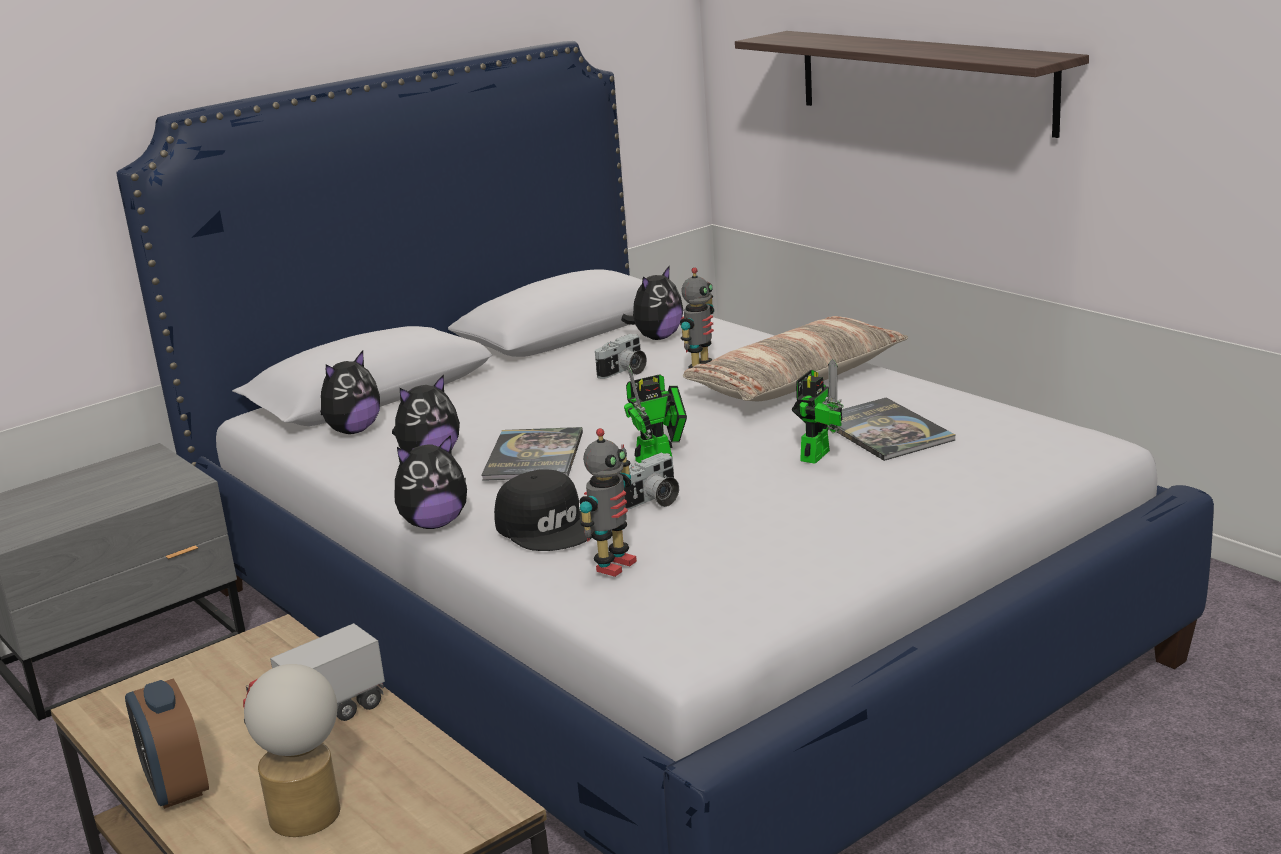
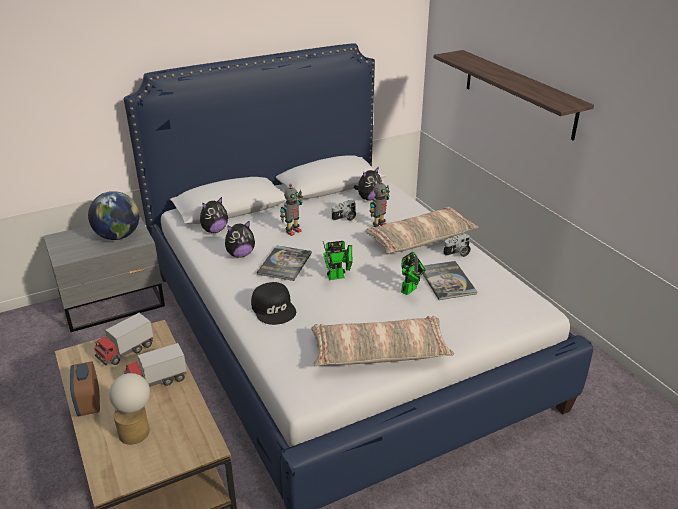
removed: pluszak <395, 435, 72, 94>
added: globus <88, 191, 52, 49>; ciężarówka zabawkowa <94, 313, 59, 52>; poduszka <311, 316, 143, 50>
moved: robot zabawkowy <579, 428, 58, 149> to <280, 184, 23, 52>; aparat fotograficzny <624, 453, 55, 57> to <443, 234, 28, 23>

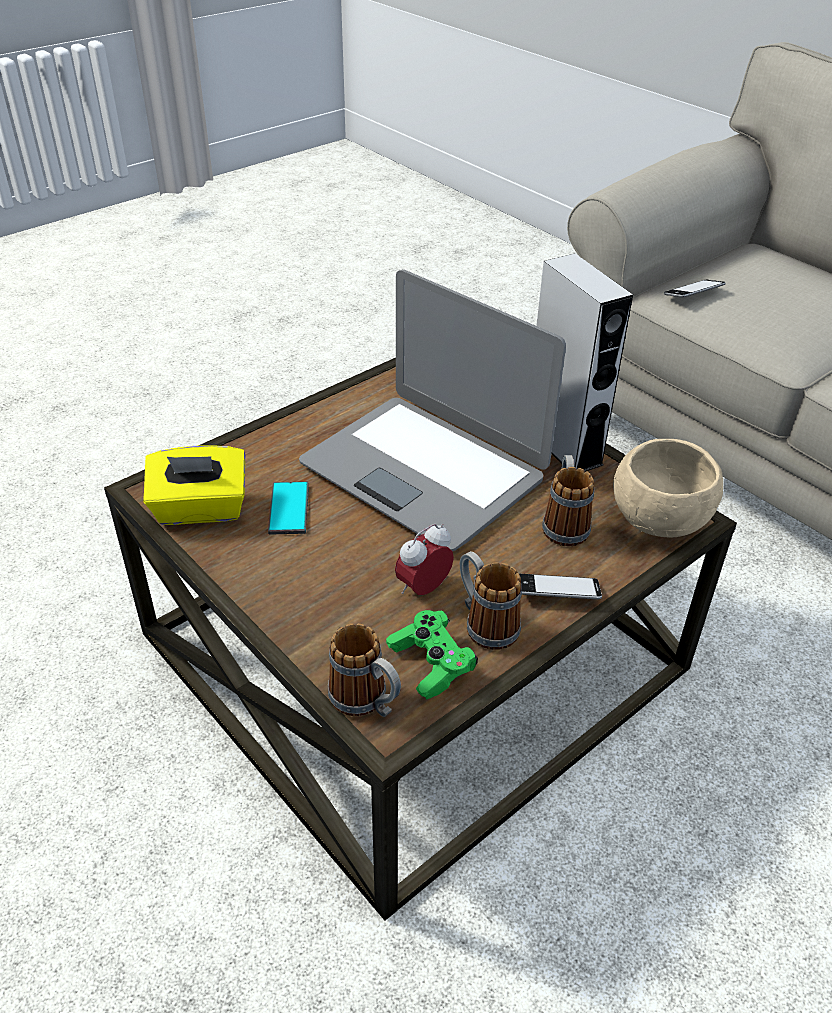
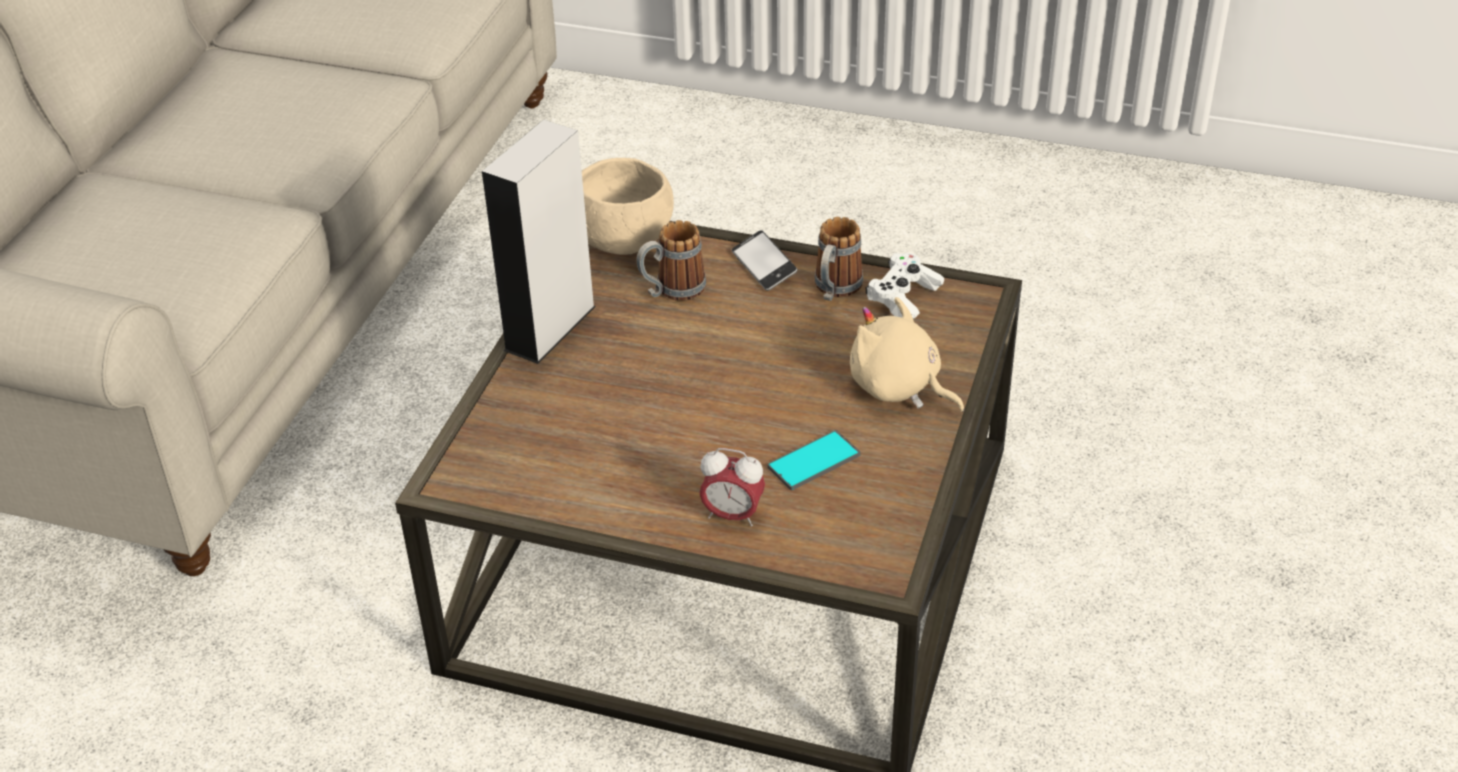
removed: pudełko chusteczek (żółty) <143, 445, 102, 80>; laptop <299, 269, 267, 282>; kubek <328, 623, 73, 94>; telefon <664, 280, 61, 17>
added: pluszak (beżowy) <850, 297, 114, 115>
moved: budzik <395, 524, 59, 71> to <699, 448, 66, 79>
recoloured: pad do gier (zielony) <386, 610, 92, 89> to pad do gier (biały) <866, 253, 78, 66>

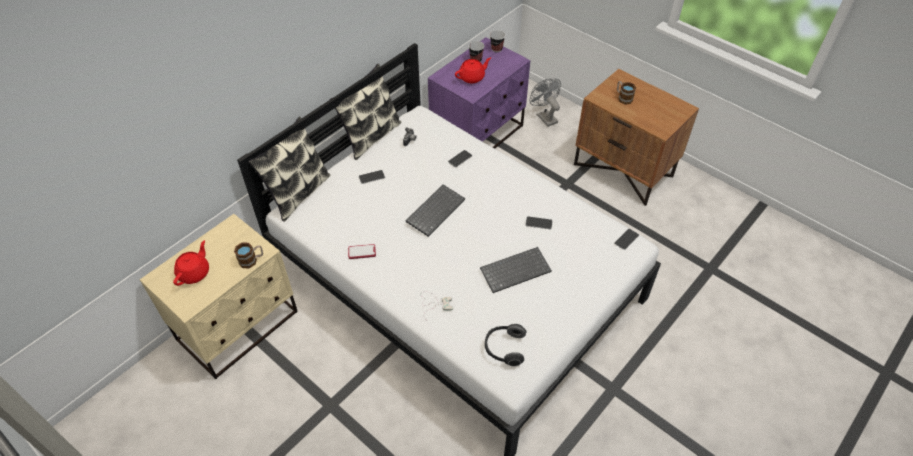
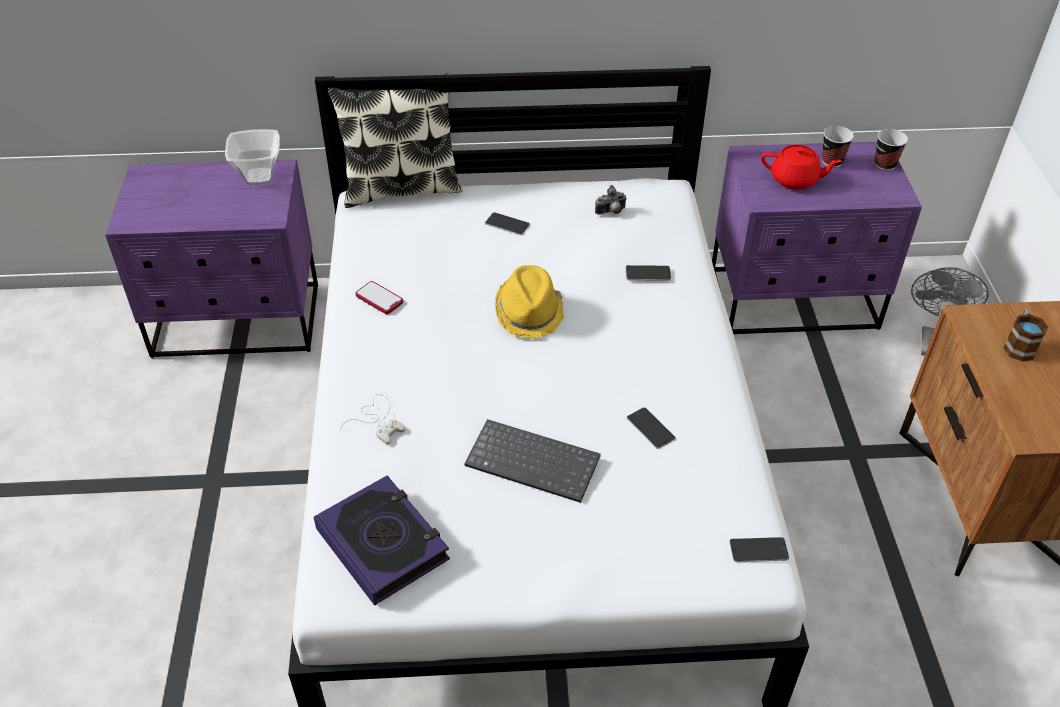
removed: imbryk (czerwony) <173, 240, 36, 46>; kubek <234, 243, 29, 25>; poduszka <331, 63, 70, 97>
added: miska <225, 129, 55, 56>
replaced: klawiatura <406, 184, 59, 53> to kapelusz (żółty) <495, 265, 69, 74>; słuchawki <485, 324, 41, 42> to książka <314, 476, 136, 129>
recoloured: szafka nocna (beżowy) <140, 214, 158, 165> to szafka nocna (fioletowy) <105, 160, 213, 198>

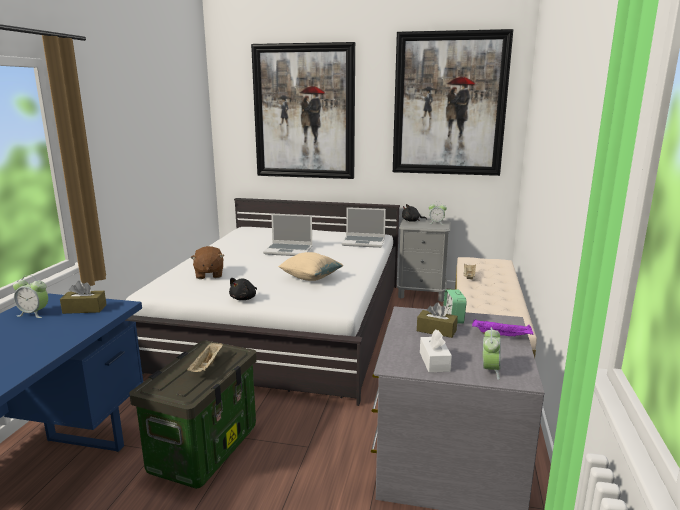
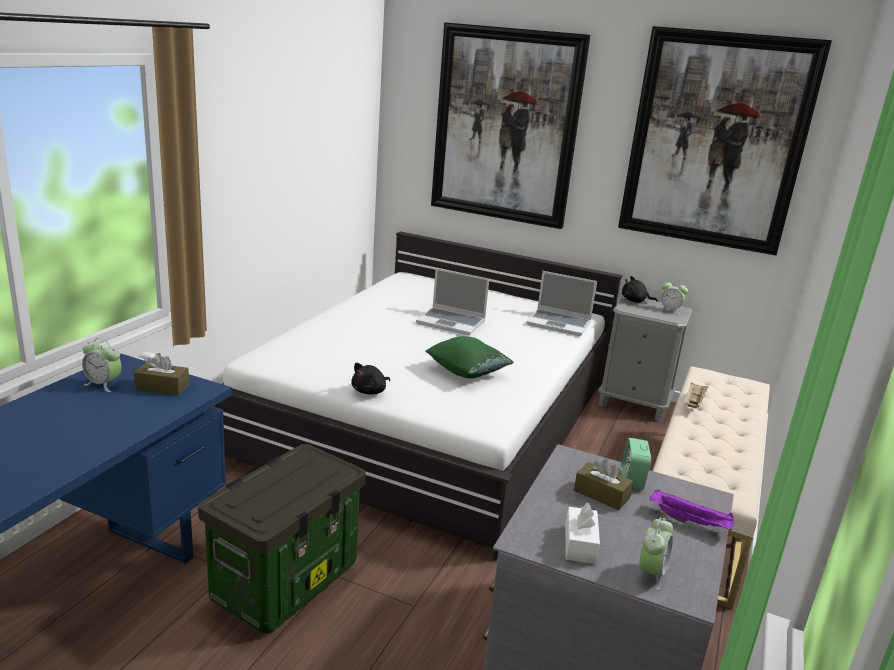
removed: taca (beżowy) <187, 342, 36, 30>; pluszak (brązowy) <191, 246, 33, 33>
recoloured: poduszka (beżowy) <278, 252, 66, 29> to poduszka (zielony) <425, 336, 89, 43>

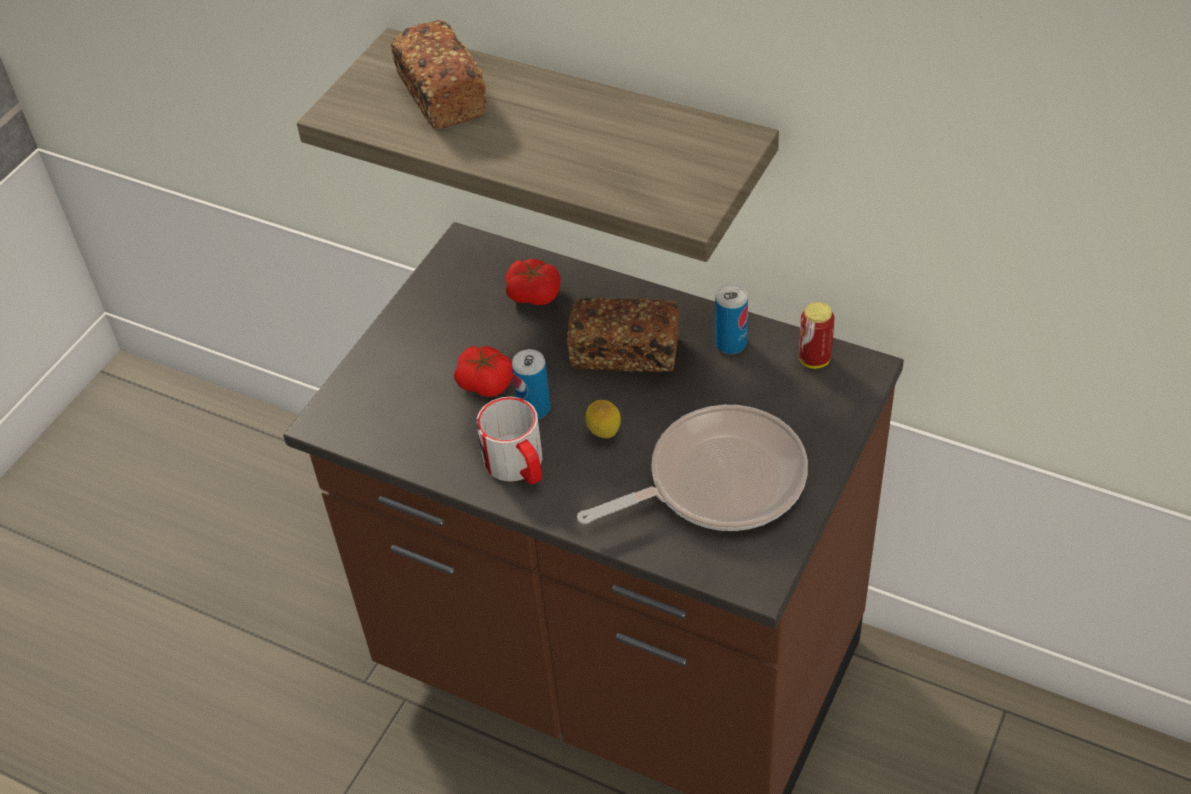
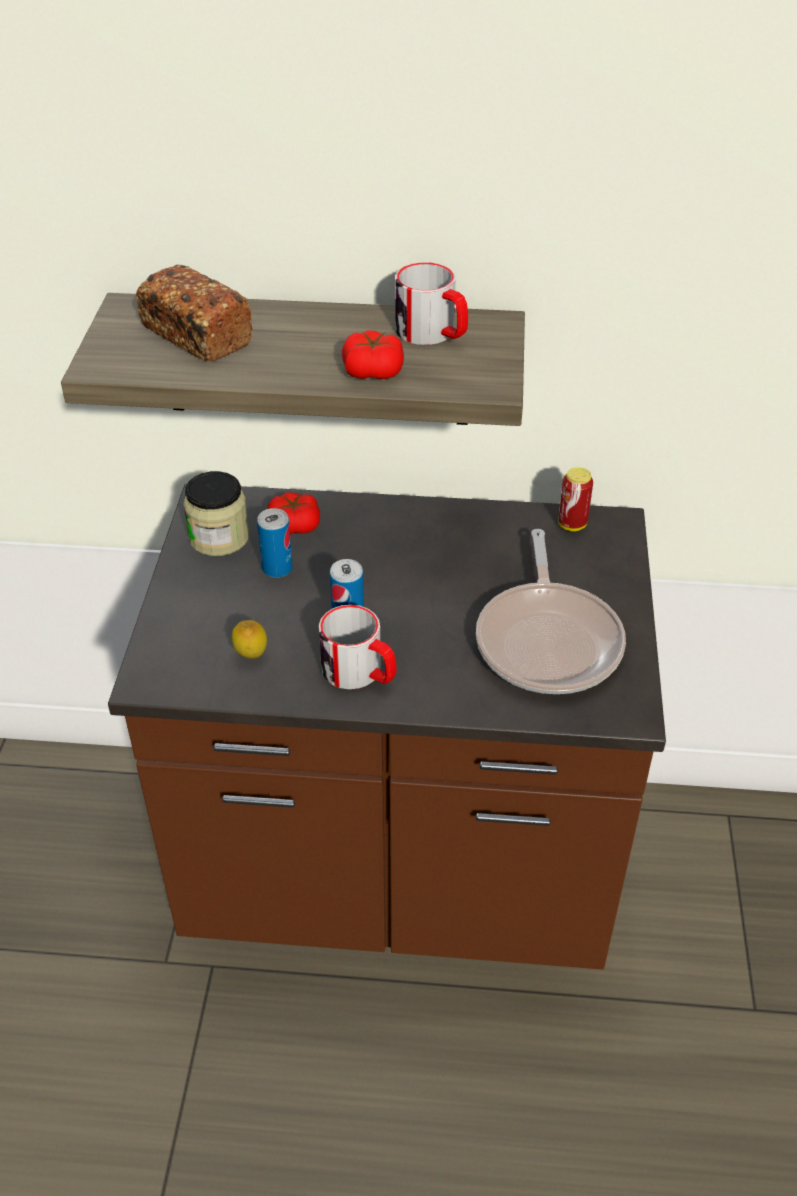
removed: chleb <567, 298, 112, 74>
added: słoik <183, 471, 66, 85>; kubek <395, 262, 73, 83>
moved: pomidor <454, 346, 59, 51> to <342, 330, 62, 49>; cytryna <585, 400, 36, 39> to <232, 620, 35, 39>; puszka <715, 284, 33, 70> to <257, 508, 36, 70>
turned: patelnia <577, 405, 231, 126> = <476, 529, 150, 165> 135 degrees clockwise

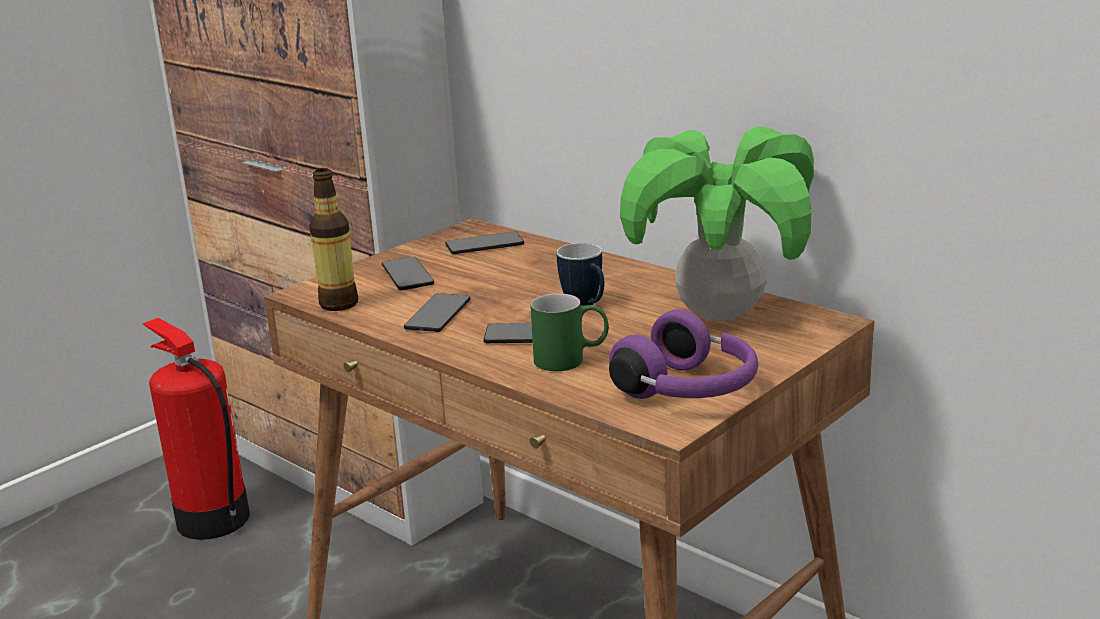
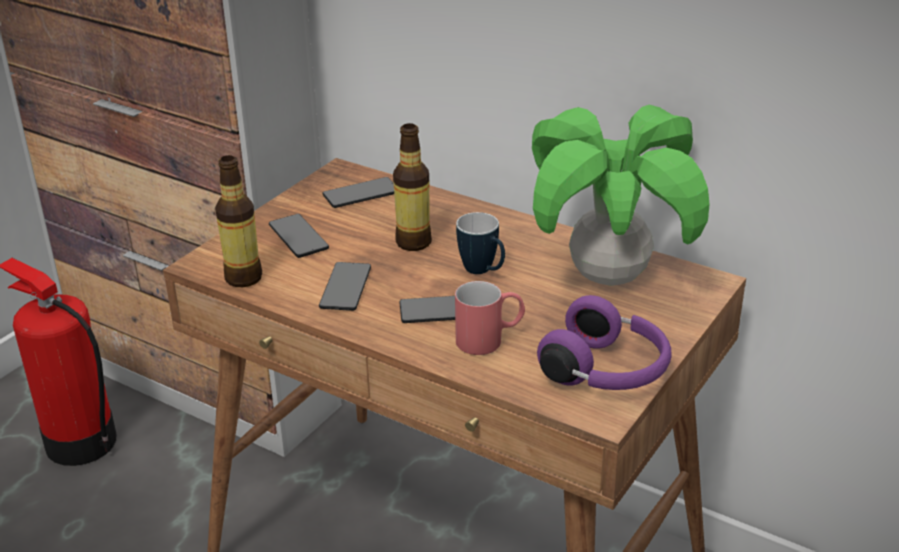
added: butelka <393, 123, 39, 128>
recoloured: kubek (zielony) <530, 293, 79, 78> to kubek (czerwony) <455, 281, 70, 74>

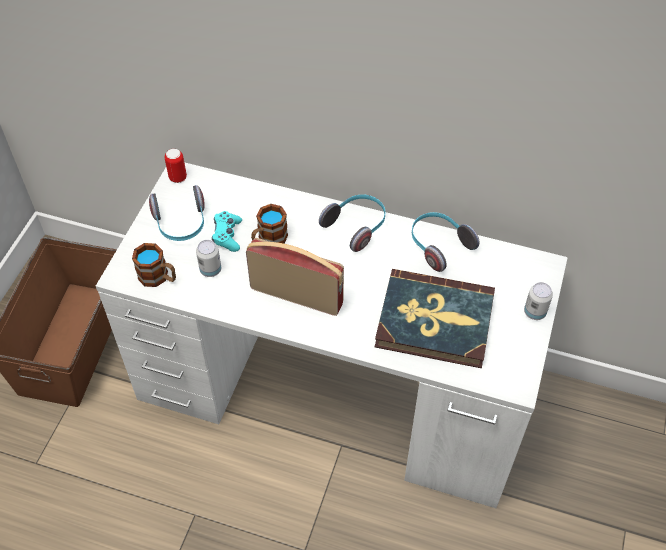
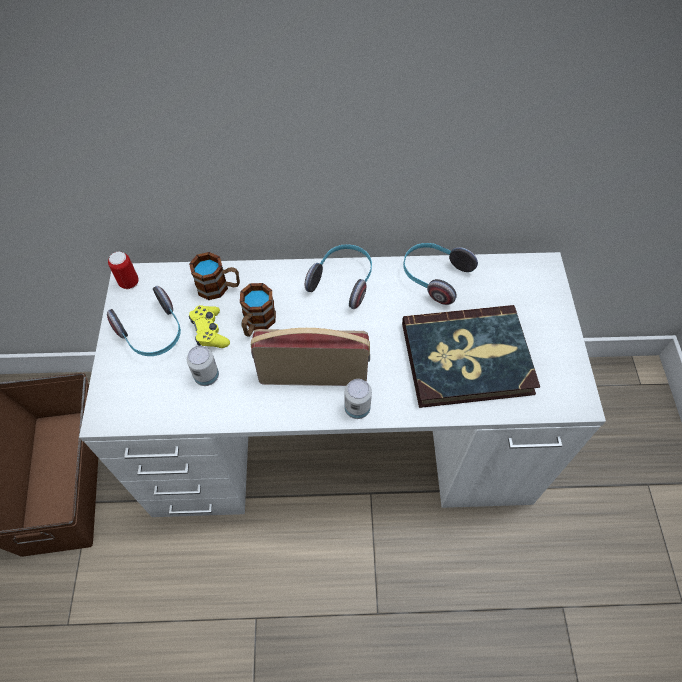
moved: kubek <132, 243, 44, 44> to <189, 252, 51, 48>; puszka <524, 282, 29, 38> to <344, 379, 28, 40>
recoloured: pad do gier (turkusowy) <212, 211, 30, 41> to pad do gier (żółty) <189, 305, 41, 43>

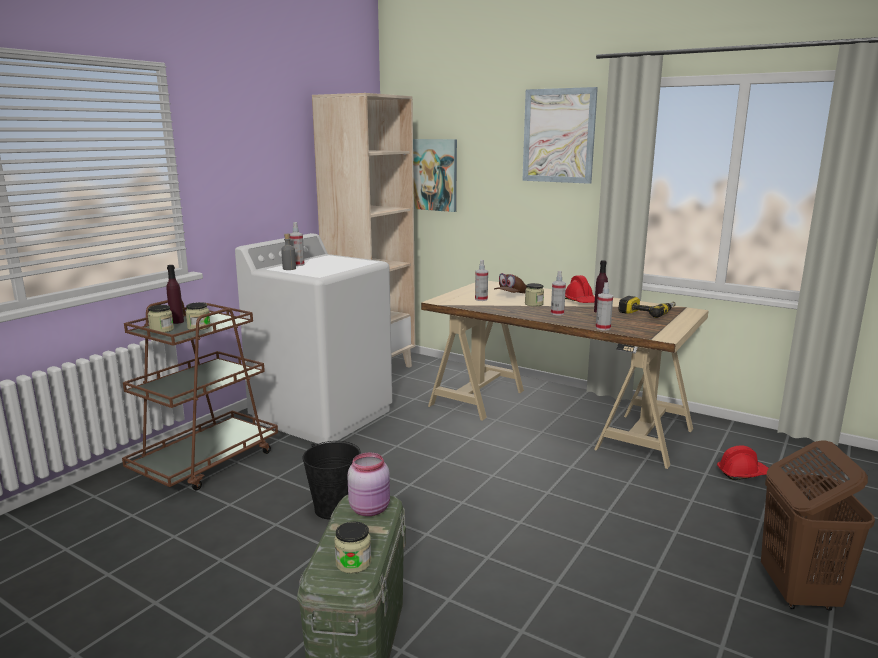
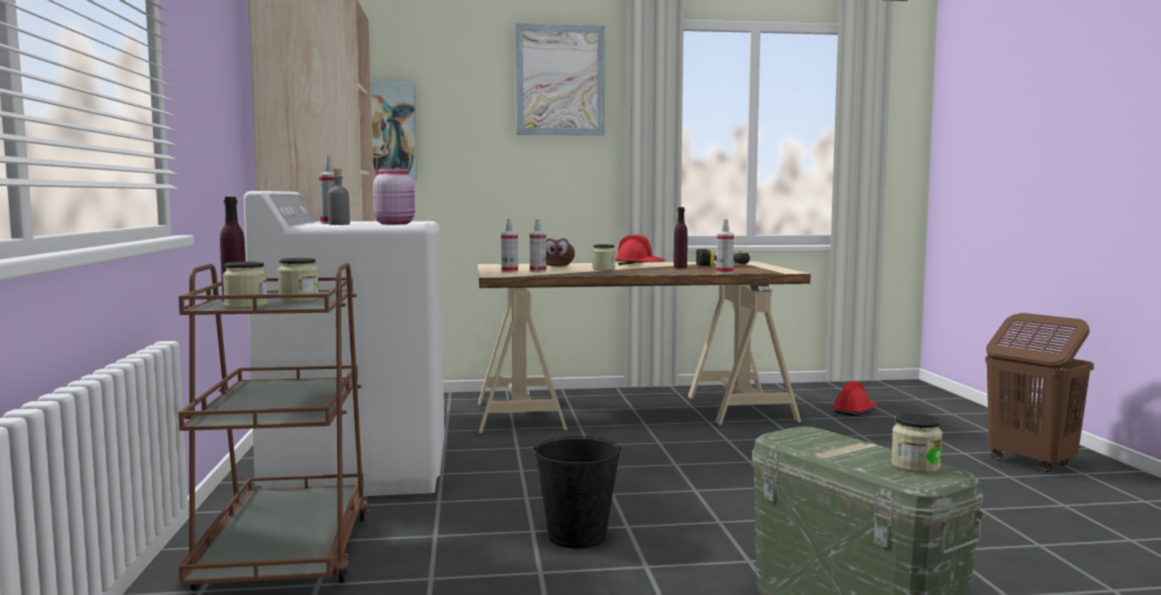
moved: słoik (różowy) <347, 453, 43, 63> to <373, 169, 42, 56>; spryskiwacz <551, 271, 15, 44> to <501, 219, 17, 54>

